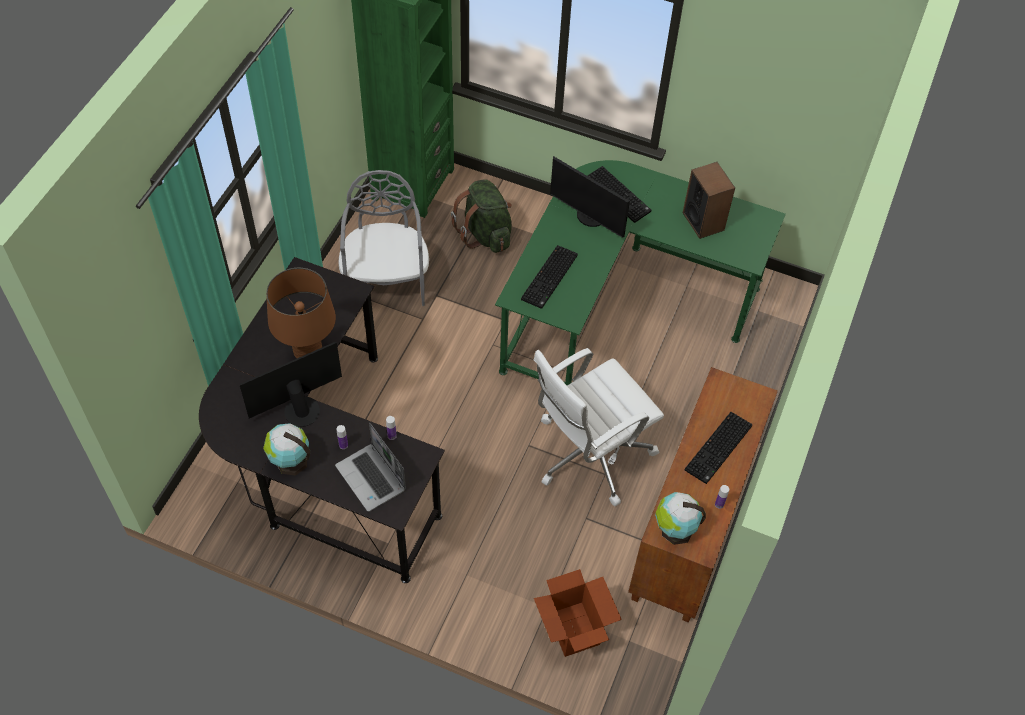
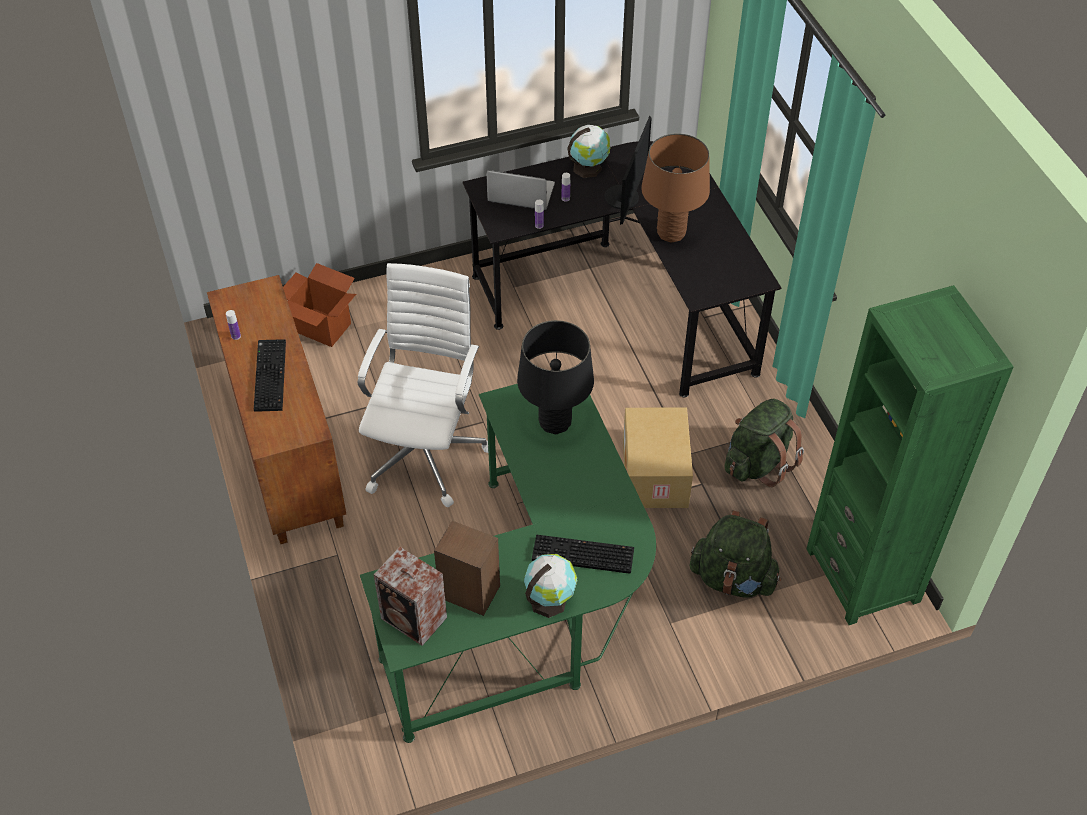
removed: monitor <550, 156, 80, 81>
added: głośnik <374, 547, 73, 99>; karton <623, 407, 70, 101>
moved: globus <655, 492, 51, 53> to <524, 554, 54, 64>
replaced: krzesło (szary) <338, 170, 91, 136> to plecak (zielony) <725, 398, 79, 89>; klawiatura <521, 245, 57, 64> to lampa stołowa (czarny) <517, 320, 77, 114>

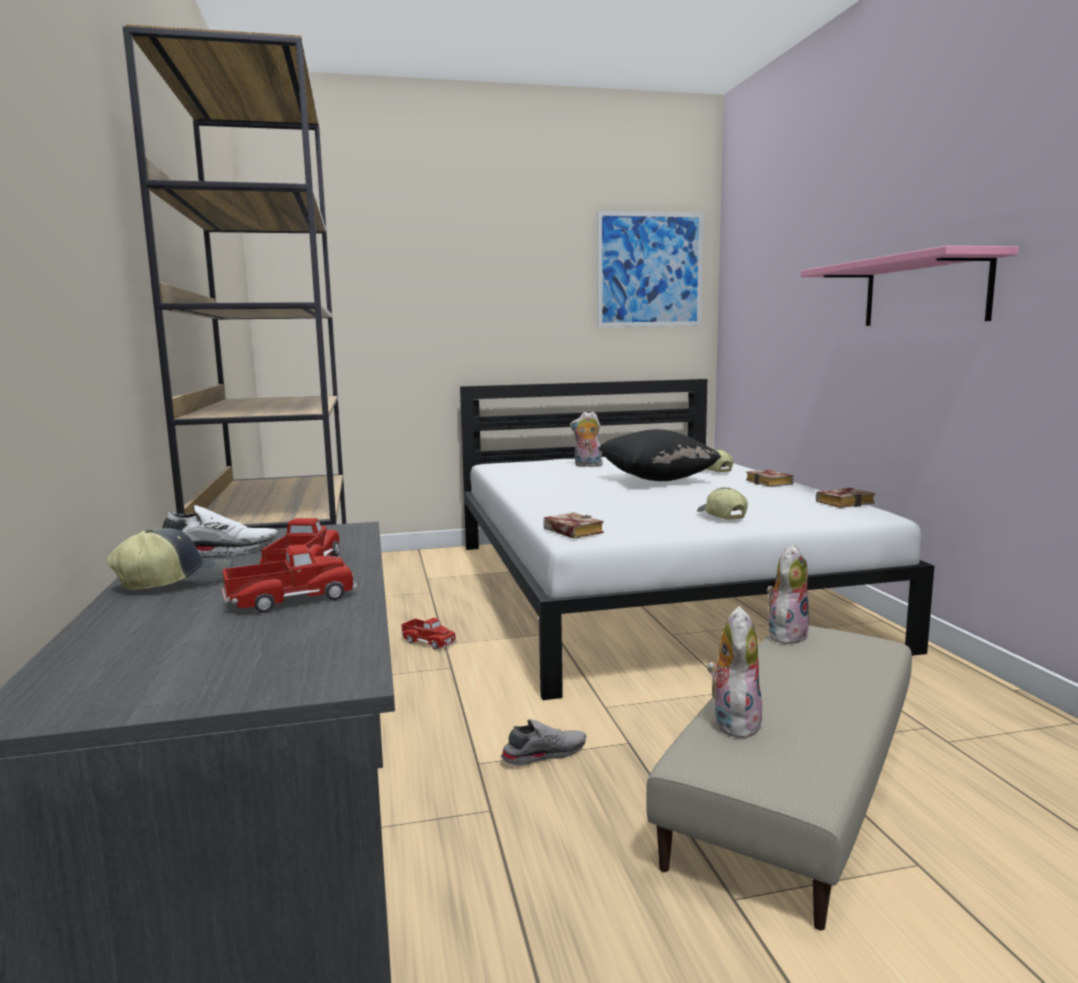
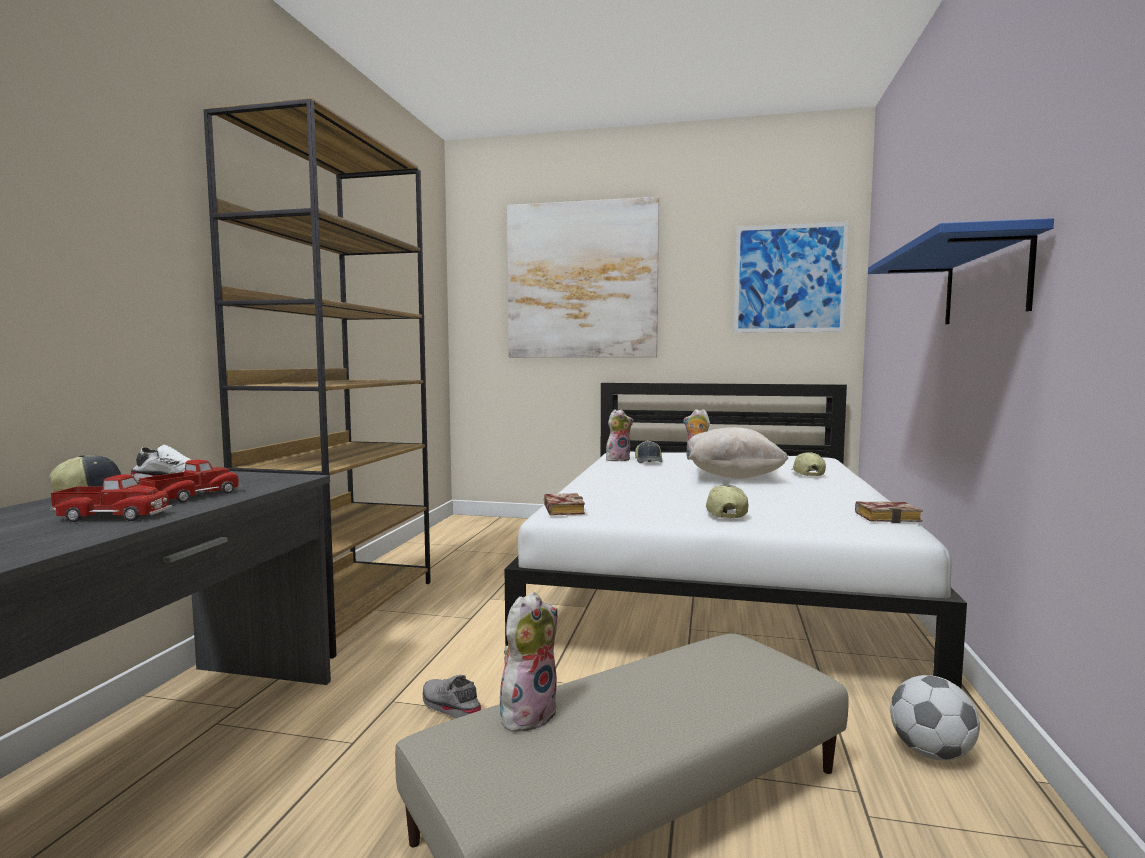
removed: ciężarówka zabawkowa <401, 618, 56, 32>; książka <746, 470, 48, 17>
added: obraz <507, 197, 152, 160>; czapka z daszkiem <635, 440, 28, 23>; piłka futbolowa <890, 675, 90, 86>
moved: pluszak <767, 545, 42, 99> to <606, 409, 27, 52>
recoloured: poduszka (czarny) <599, 429, 122, 52> to poduszka (beżowy) <688, 427, 100, 52>; półka (różowy) <801, 246, 218, 80> to półka (niebieski) <868, 218, 186, 106>
turned: but (szary) <500, 719, 86, 47> = <423, 675, 58, 44> 135 degrees counterclockwise

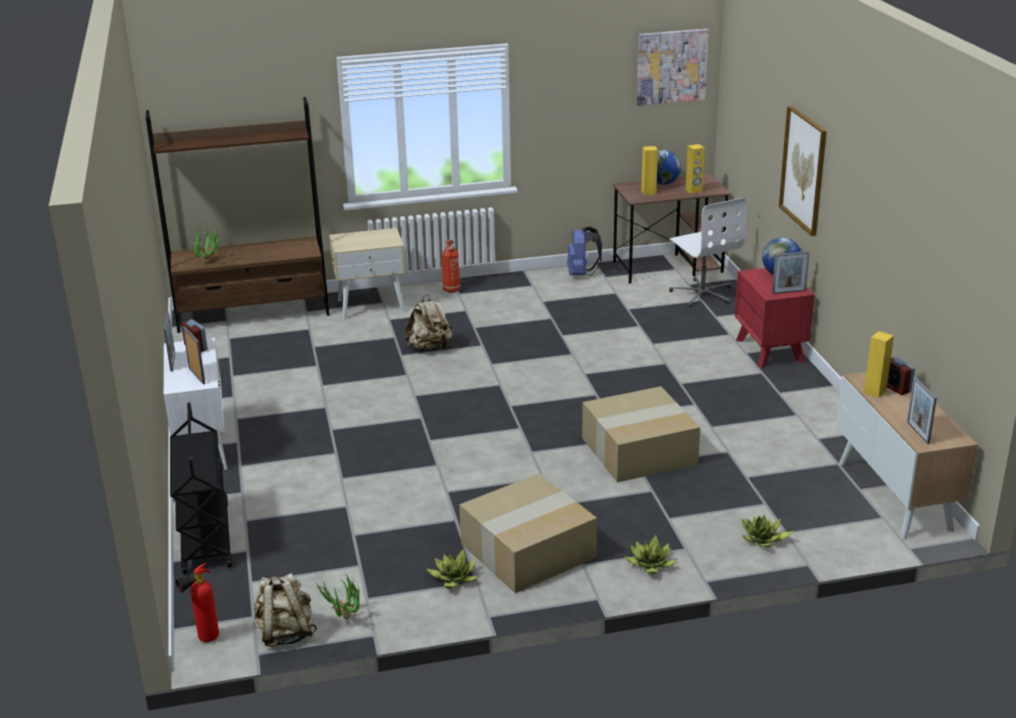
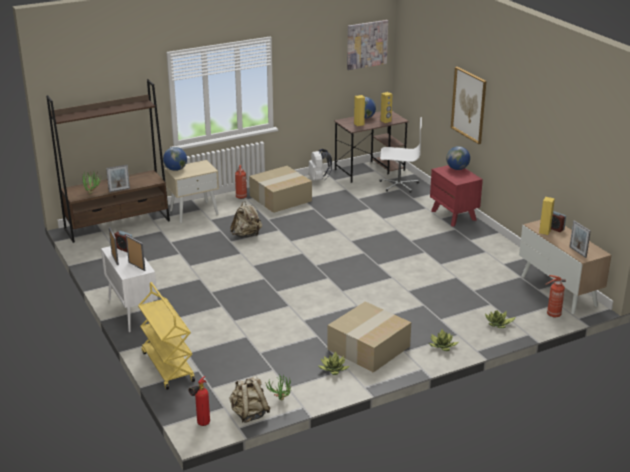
added: globus <163, 147, 24, 24>; gaśnica <545, 275, 21, 43>
moved: karton <582, 386, 118, 97> to <249, 166, 63, 47>; ramka na zdjęcie <772, 251, 37, 43> to <106, 164, 24, 28>
recoloured: wózek (czarny) <170, 402, 63, 172> to wózek (żółty) <138, 282, 57, 108>; plecak (niebieski) <567, 226, 35, 50> to plecak (biały) <308, 149, 24, 32>
turned: krzesło biurowe (biały) <669, 198, 77, 109> = <379, 117, 43, 76> 45 degrees counterclockwise

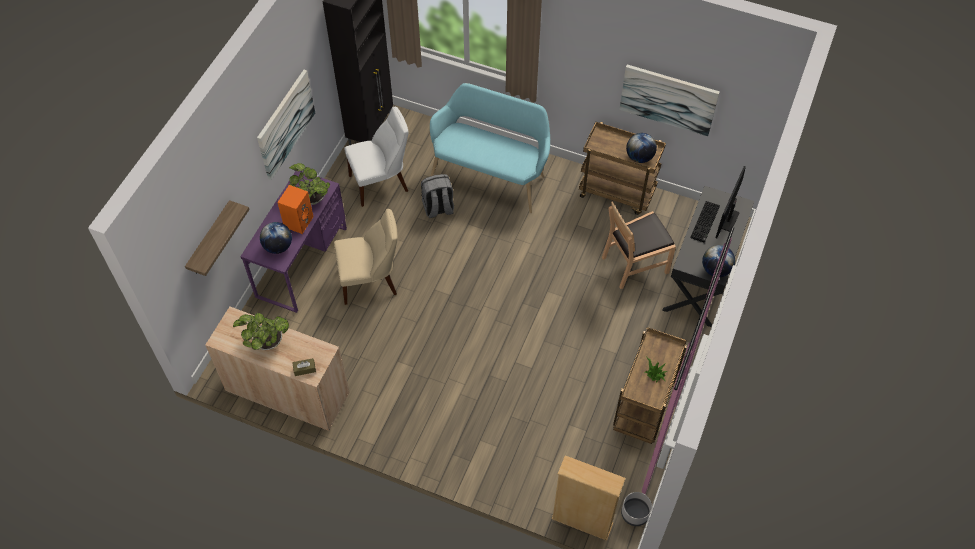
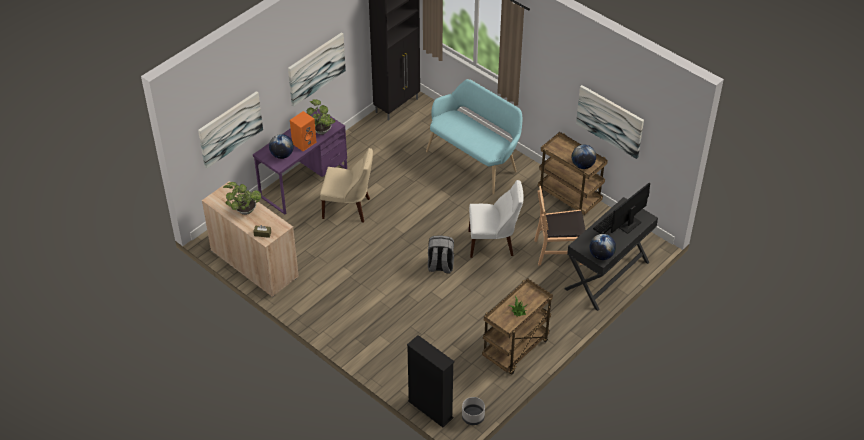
moved: krzesło (biały) <344, 107, 65, 100> to <469, 180, 54, 78>; plecak (szary) <421, 174, 33, 44> to <428, 235, 26, 38>
replaced: półka <185, 200, 65, 76> to obraz <198, 91, 65, 78>
recoloured: regał (beżowy) <551, 455, 74, 86> to regał (czarny) <407, 335, 48, 92>

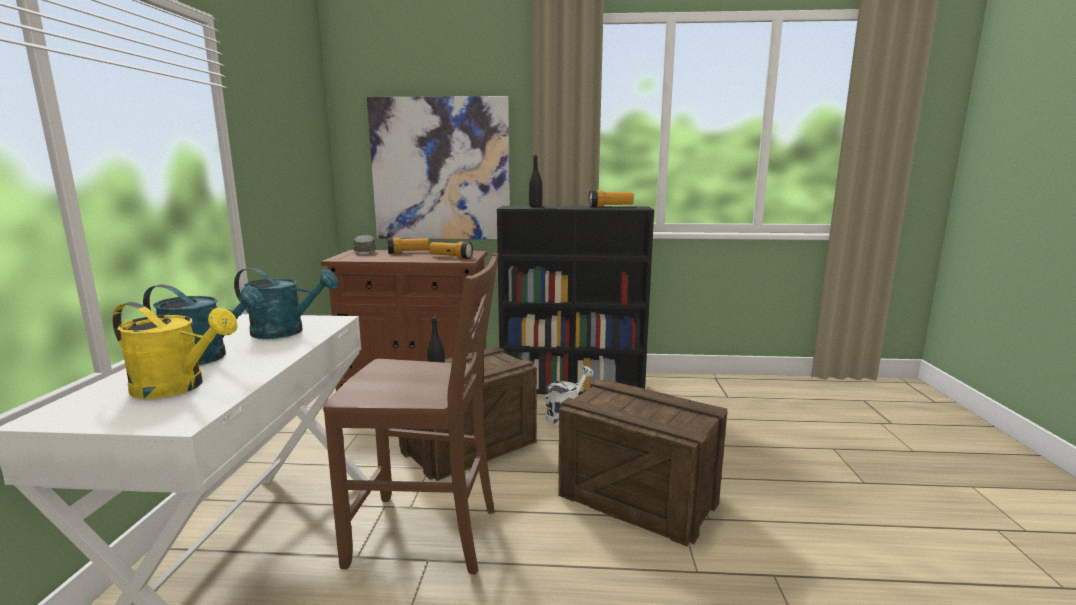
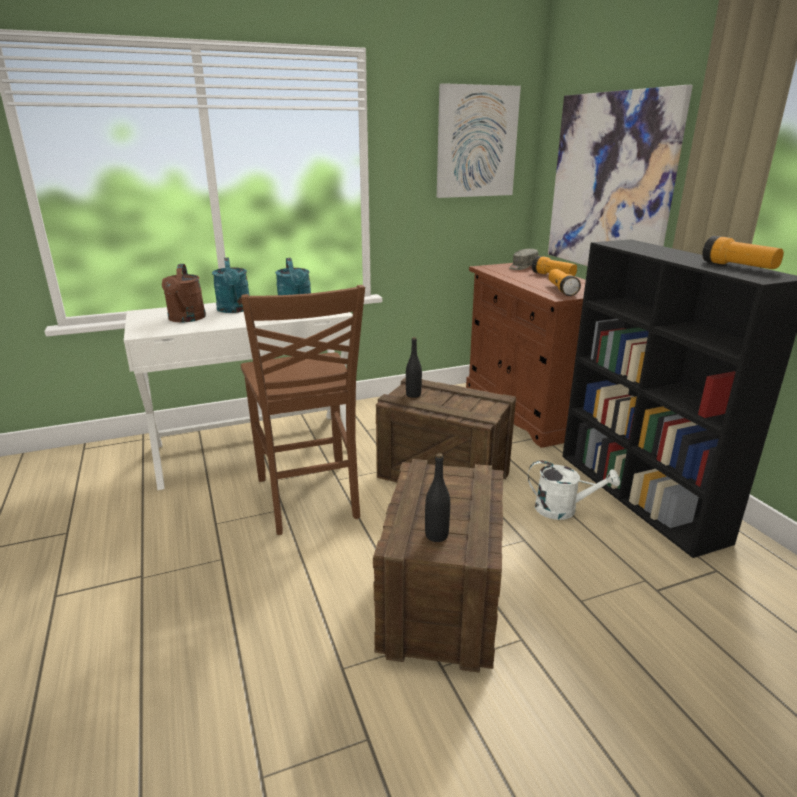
added: obraz <437, 83, 84, 115>
moved: butelka (czarny) <529, 155, 13, 52> to <425, 453, 25, 89>
recoloured: konewka (żółty) <112, 302, 126, 97> to konewka (brązowy) <162, 264, 44, 58>

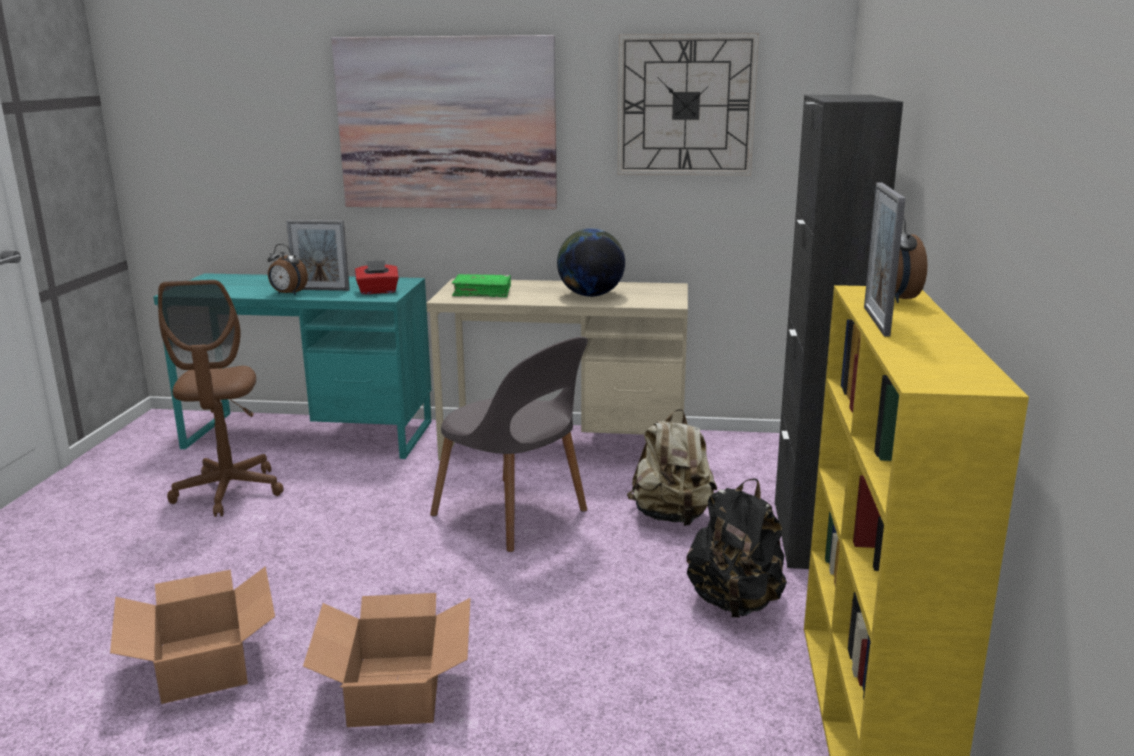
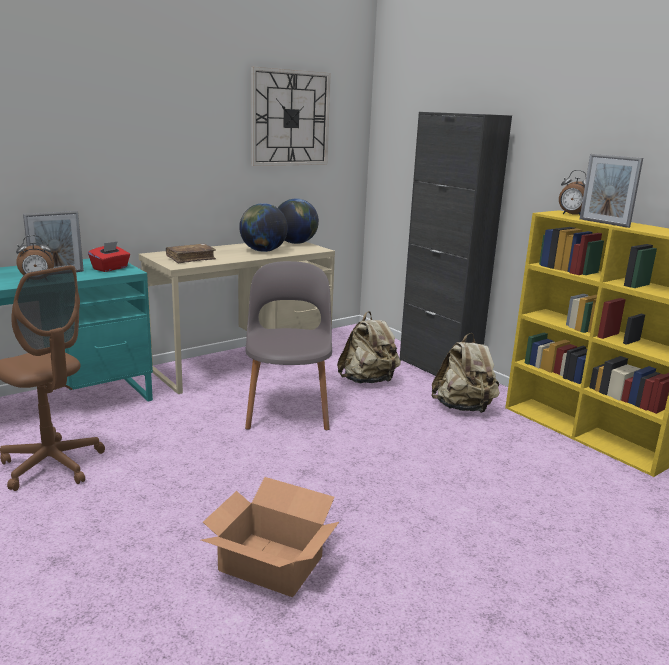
removed: karton <303, 593, 167, 134>; obraz <331, 35, 226, 174>
added: globus <278, 198, 41, 46>
recoloured: książka (zielony) <452, 274, 59, 23> to książka (brązowy) <166, 244, 50, 19>; plecak (czarny) <686, 478, 101, 140> to plecak (beżowy) <431, 333, 69, 80>
turned: krzesło (szary) <430, 337, 158, 215> = <245, 261, 87, 169> 90 degrees counterclockwise

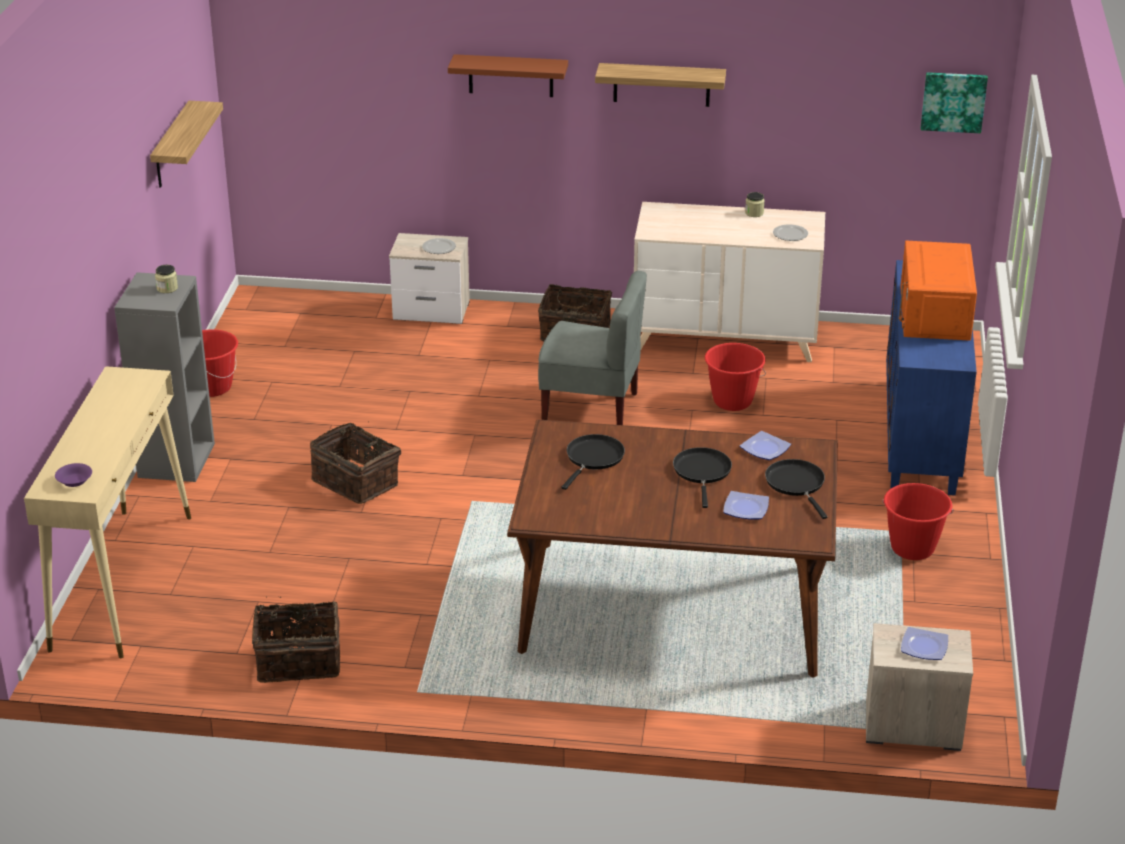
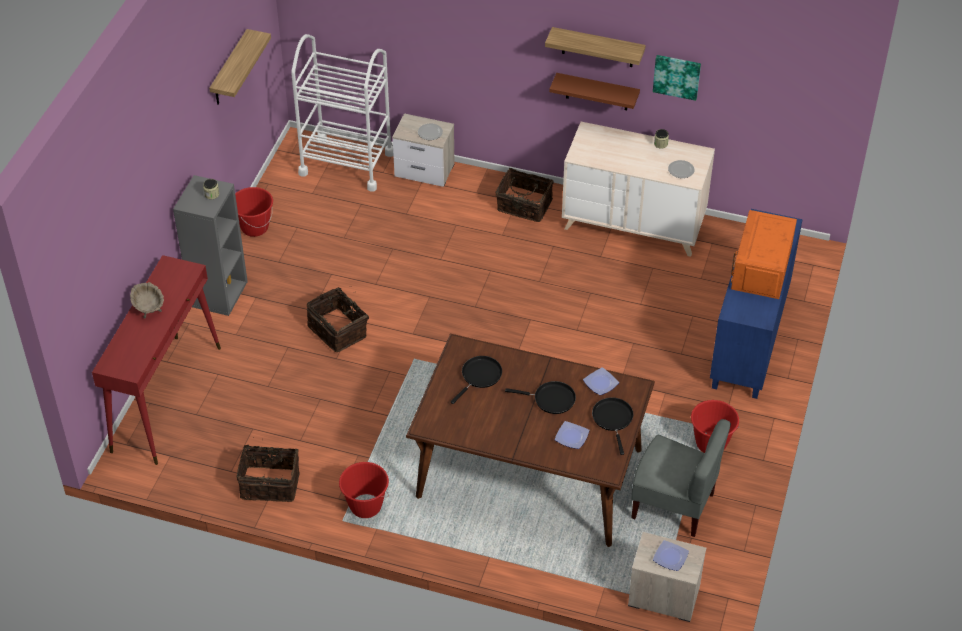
removed: miska (fioletowy) <55, 463, 37, 24>
added: miska (beżowy) <130, 282, 34, 36>; wózek (biały) <291, 34, 102, 158>
moved: półka (brązowy) <448, 54, 120, 43> to <549, 73, 91, 37>; krzesło (szary) <538, 271, 109, 154> to <631, 419, 100, 118>; wiadro (czerwony) <705, 343, 61, 68> to <339, 462, 50, 56>; obraz <921, 72, 67, 61> to <653, 55, 48, 46>
recoloured: stolik konsolowy (beżowy) <24, 366, 167, 292> to stolik konsolowy (czerwony) <92, 255, 129, 210>
turned: patelnia (czarny) <673, 447, 59, 61> = <505, 381, 71, 33> 90 degrees clockwise

